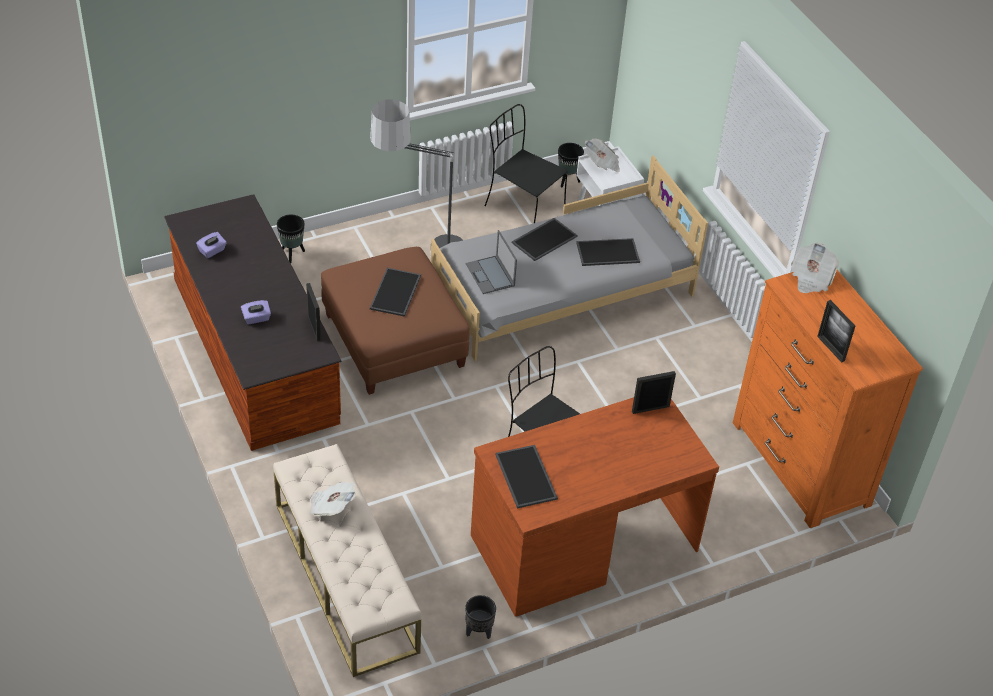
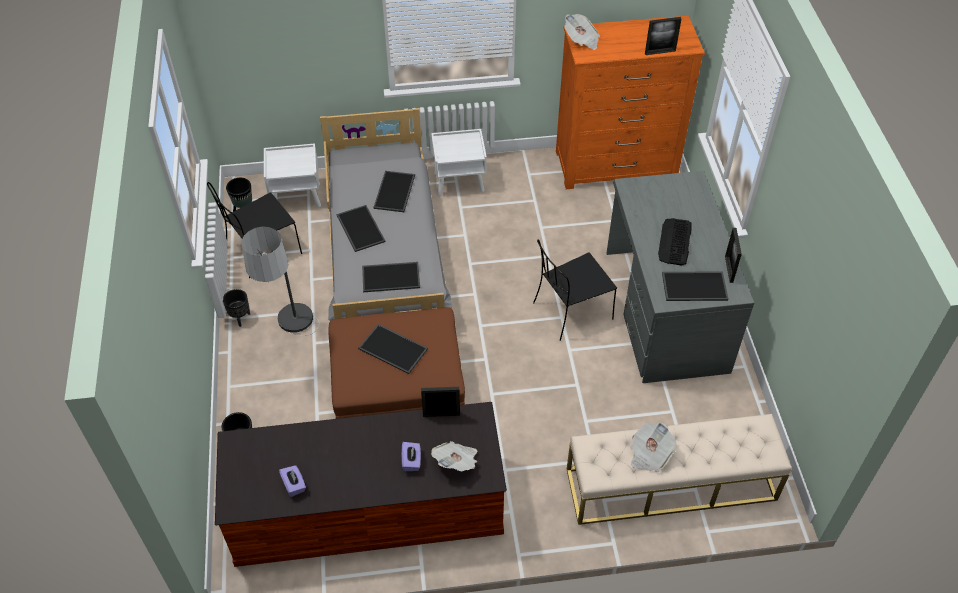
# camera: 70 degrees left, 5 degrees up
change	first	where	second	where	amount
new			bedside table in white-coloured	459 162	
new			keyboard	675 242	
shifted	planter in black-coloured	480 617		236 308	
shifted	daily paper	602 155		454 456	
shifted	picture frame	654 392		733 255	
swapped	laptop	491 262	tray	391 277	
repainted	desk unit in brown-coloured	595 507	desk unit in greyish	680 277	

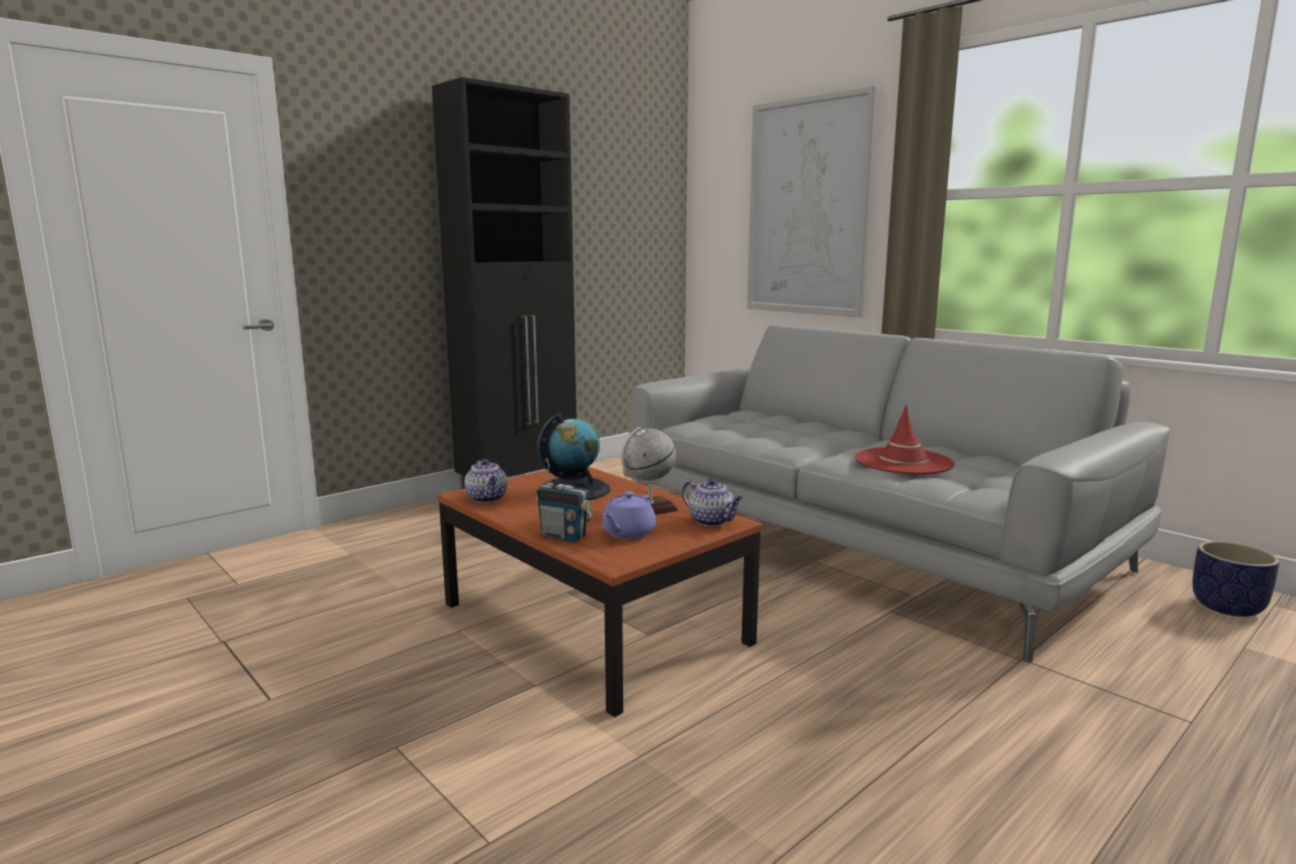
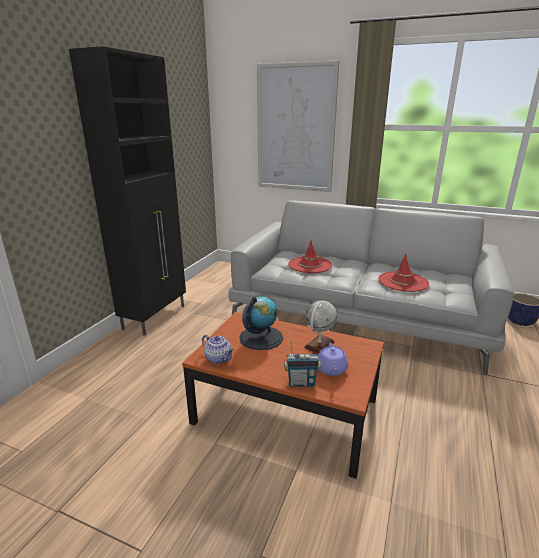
# camera: 25 degrees left, 10 degrees up
change	first	where	second	where	amount
gone	teapot	712 502			
new			hat in red	310 257	

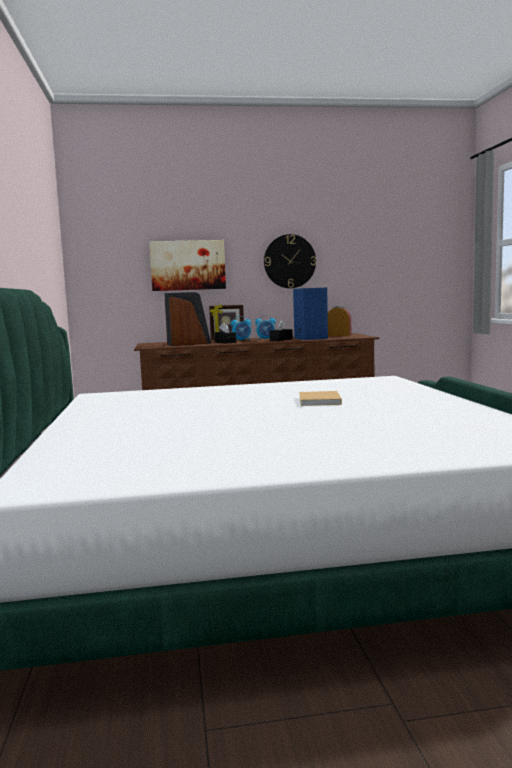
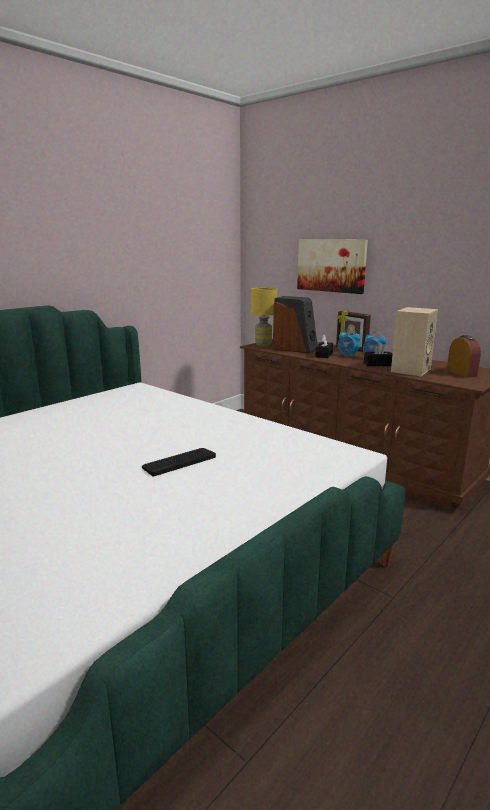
# camera: 50 degrees right, 10 degrees up
change	first	where	second	where	amount
gone	hanging clock	290 261			
new			tabletop lamp in yellowish	264 316	
swapped	book in beige	320 398	keyboard	179 462	
repainted	speaker in blue-coloured	310 314	speaker in beige	414 341	

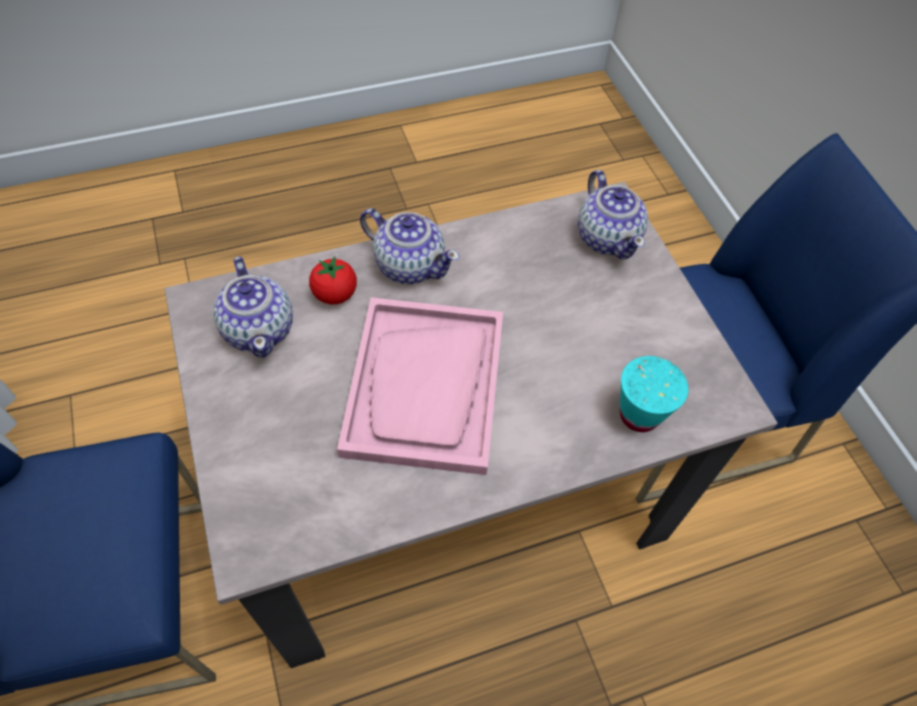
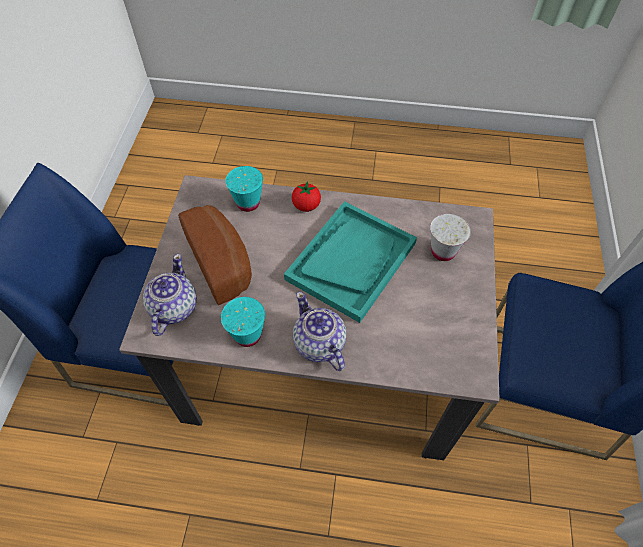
# camera: 150 degrees left, 0 degrees up
change	first	where	second	where	amount
gone	teapot	253 307			
new			bakery bread	215 255	
new			drinking cup in blue-green	243 322	
new			drinking cup in white-coloured	450 237	
shifted	whole tomato	333 280		306 196	
repainted	tray in pinkish	420 386	tray in blue-green	350 262	

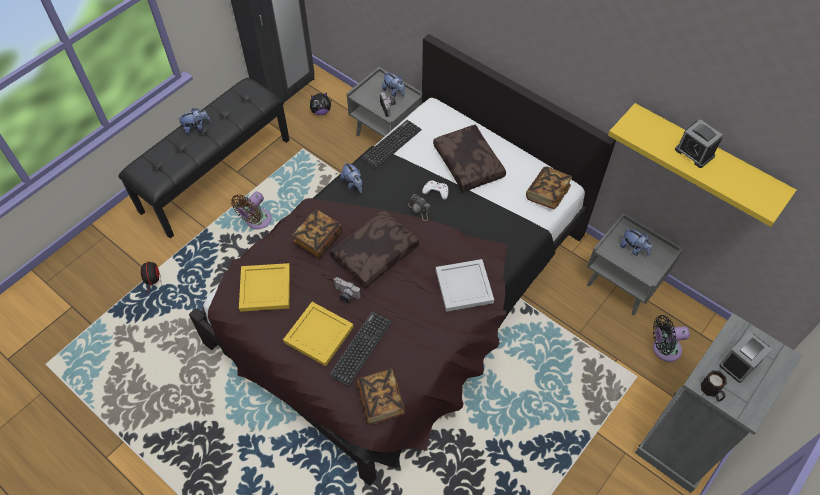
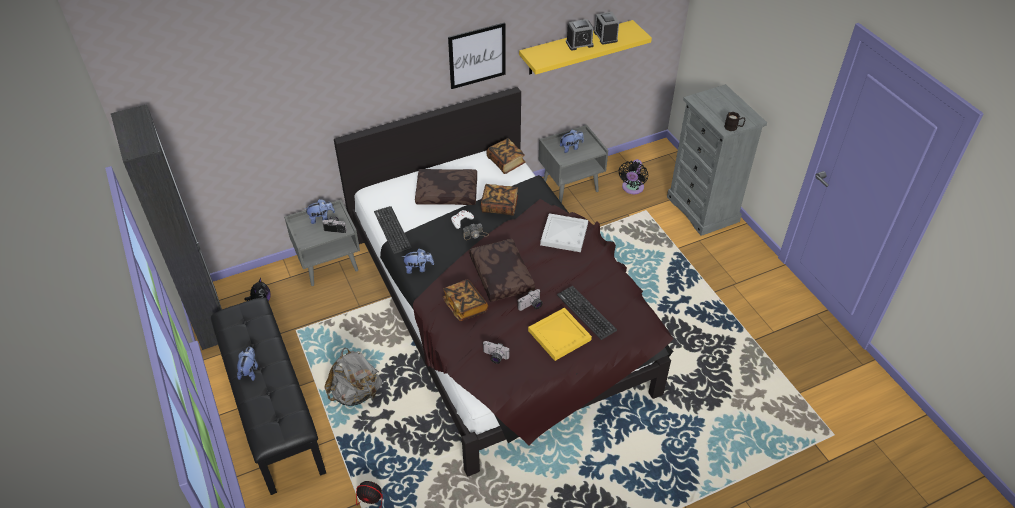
# camera: 65 degrees left, 10 degrees down
change	first	where	second	where	amount
new			wall art	477 55	
shifted	book	380 397		499 200	
shifted	table clock	745 357		606 28	
swapped	fan in brown-coloured	251 210	rucksack in greyish	353 376	
swapped	tray in yellowish	264 287	still camera	496 352	

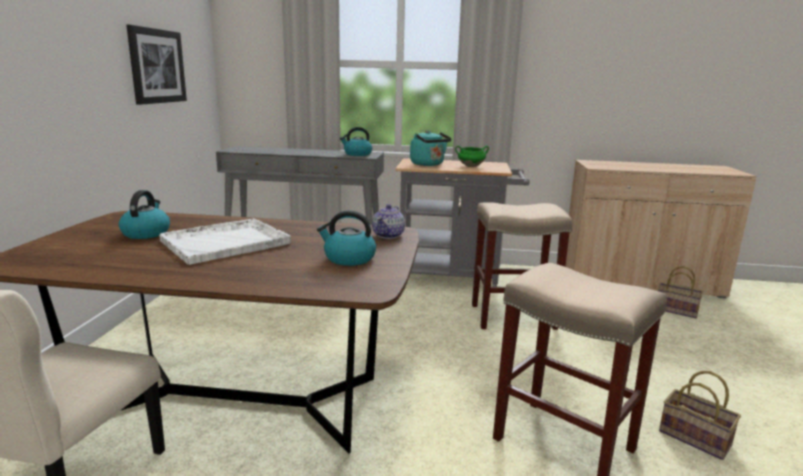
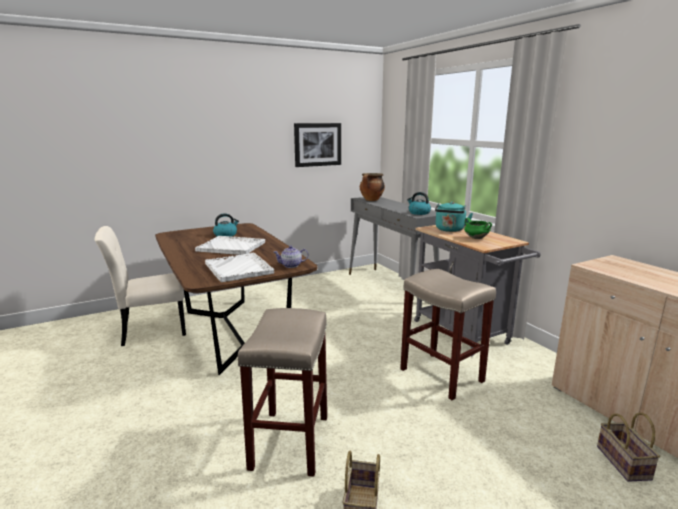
# camera: 55 degrees right, 0 degrees up
change	first	where	second	where	amount
new			stockpot	372 187	
swapped	kettle	346 238	tray in white-coloured	239 267	

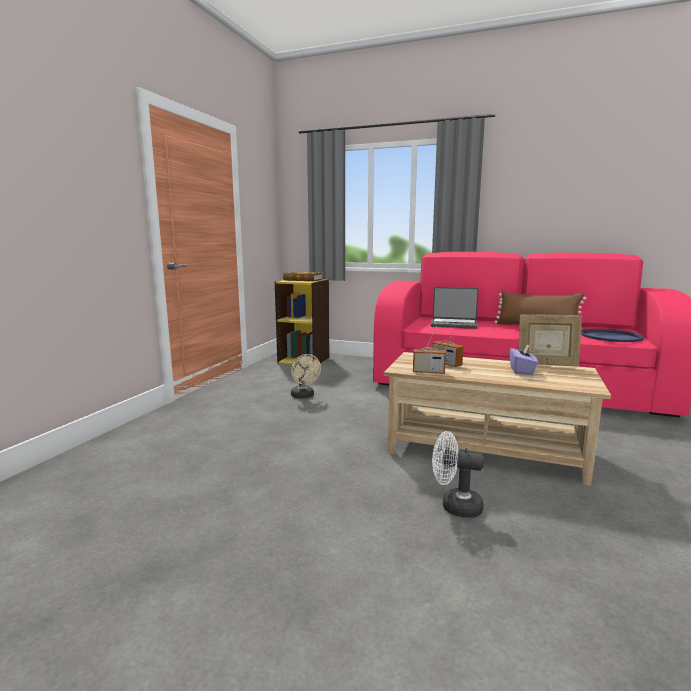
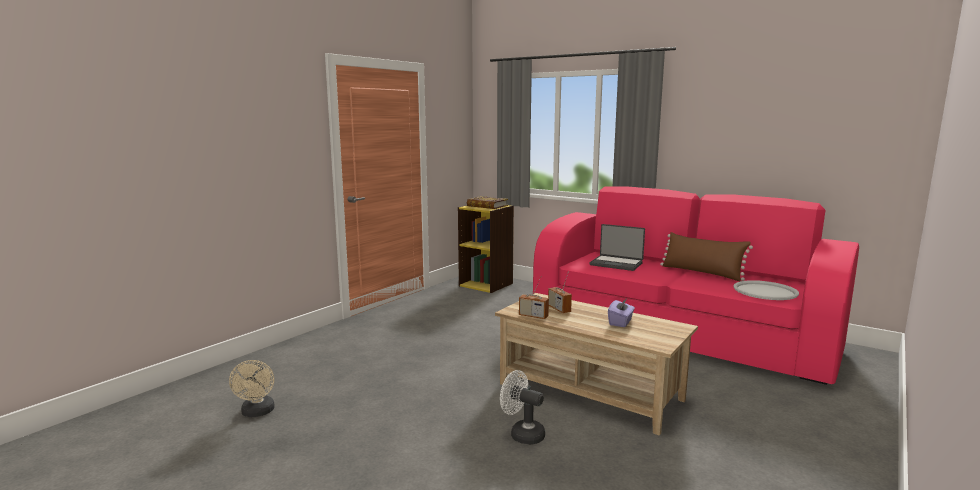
# camera: 15 degrees right, 0 degrees up
change	first	where	second	where	amount
gone	picture frame	550 340			
shifted	fan in beige	306 376		252 388	
repainted	tray in blue-coloured	612 335	tray in white-coloured	766 290	

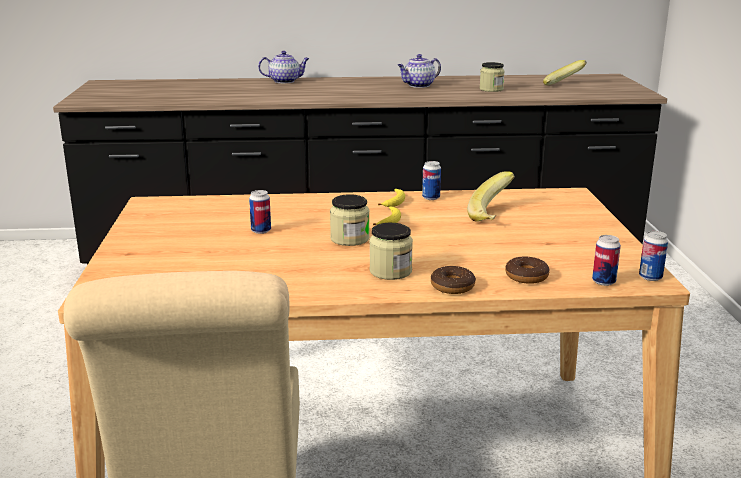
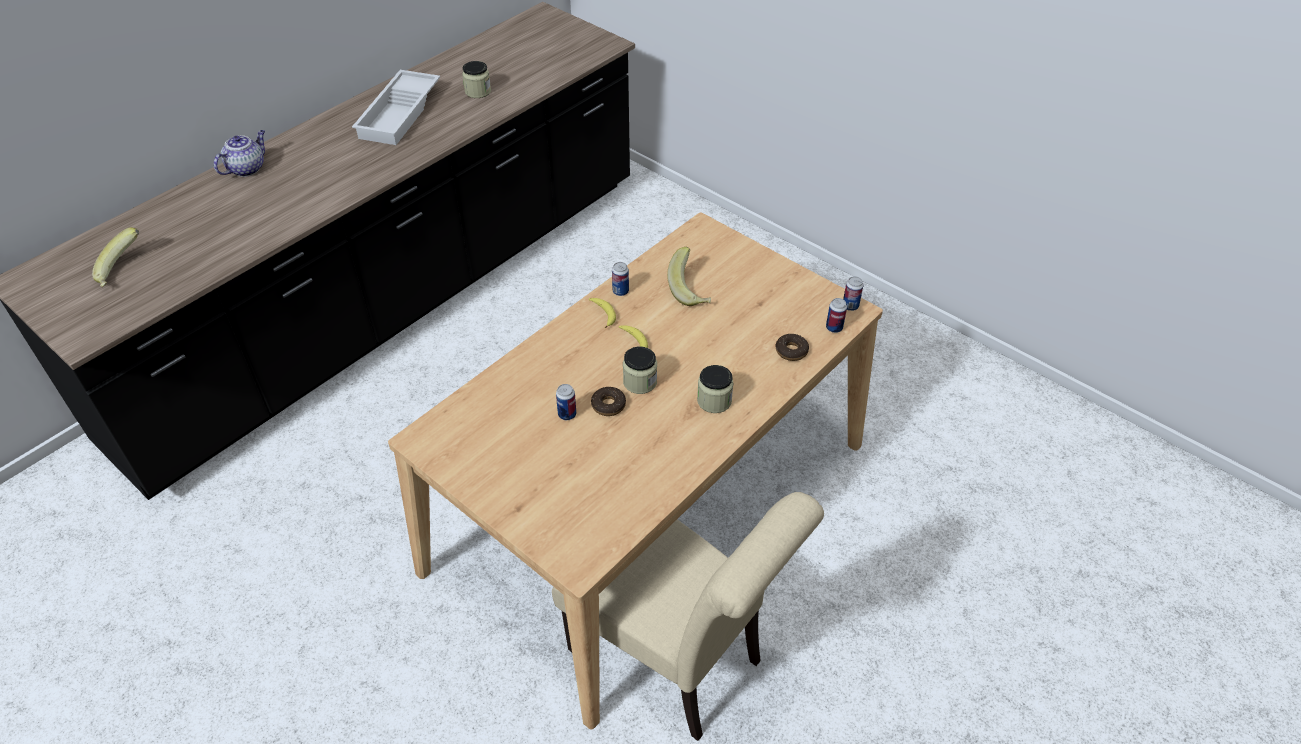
# camera: 45 degrees left, 25 degrees up
change	first	where	second	where	amount
shifted	ring doughnut	453 280		608 401	
shifted	whole banana	565 72		115 257	
swapped	teapot	419 71	tray in white-coloured	396 107	

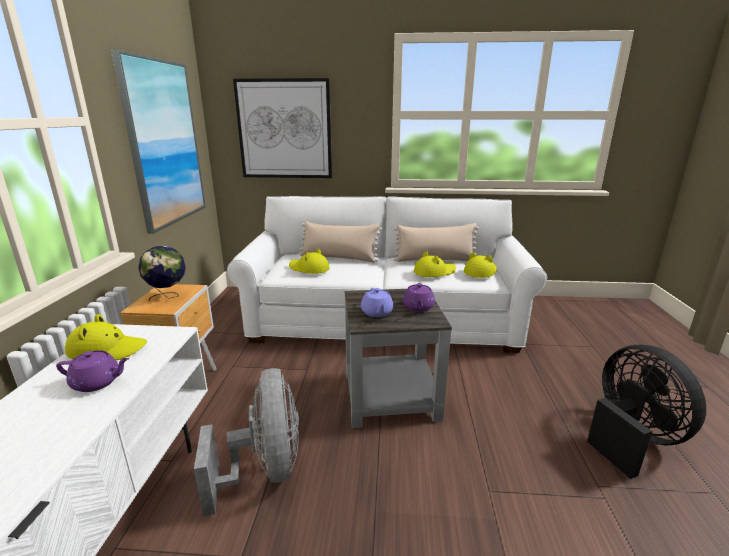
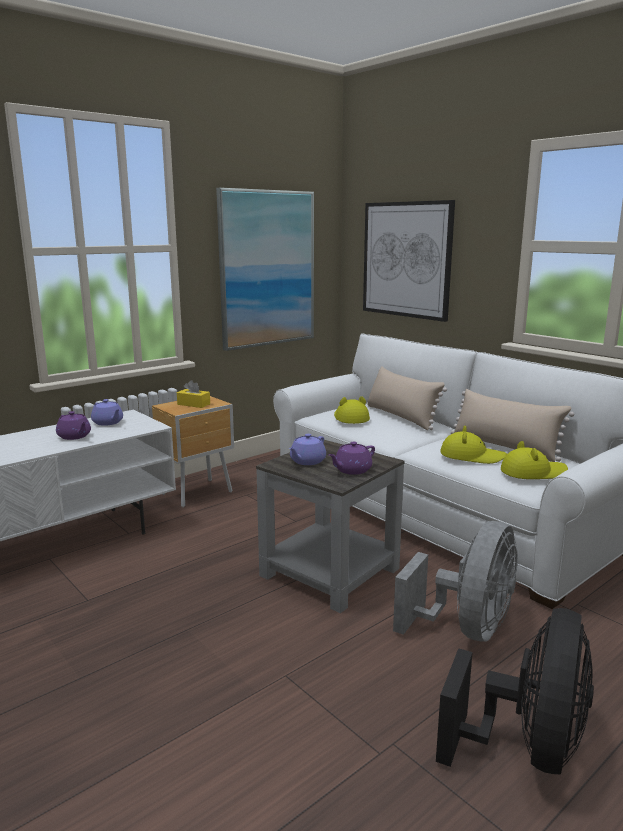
# camera: 45 degrees right, 5 degrees down
change	first	where	second	where	amount
shifted	fan in greyish	246 442		455 581	
swapped	hat in yellowish	106 337	teapot in purplish	107 412	
swapped	desk globe	162 273	tissue holder in yellowish	193 394	

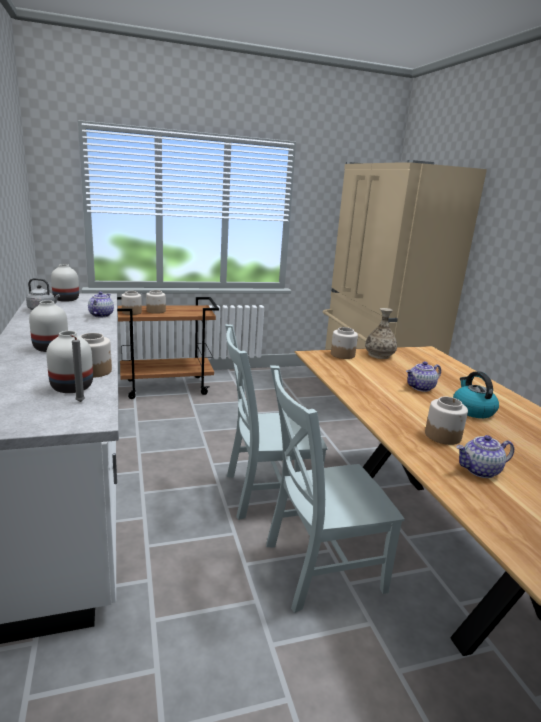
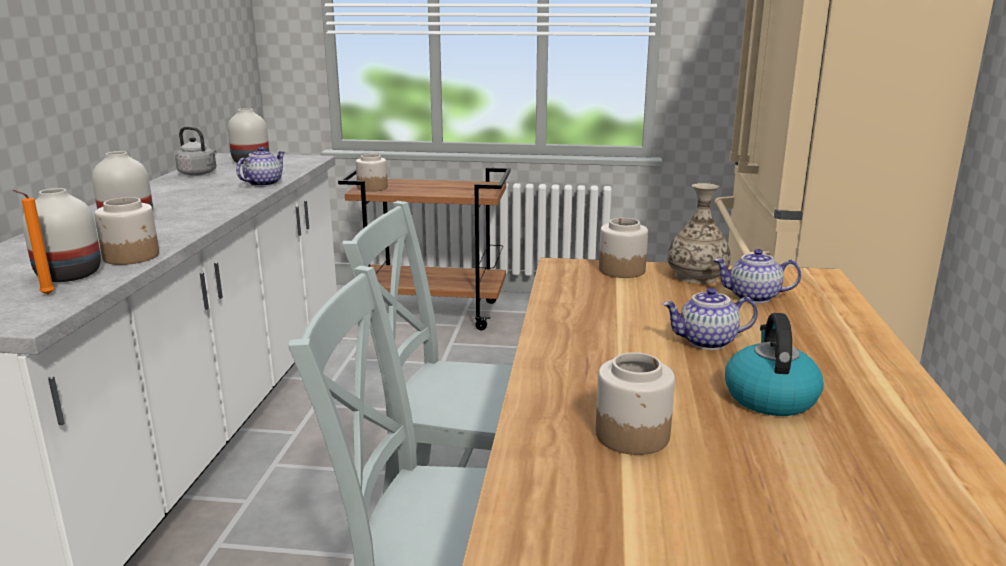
# camera: 25 degrees right, 0 degrees up
change	first	where	second	where	amount
gone	preserve jar	156 302			
shifted	teapot	485 456		757 276	
repainted	candle in greyish	77 368	candle in orangey	34 242	

